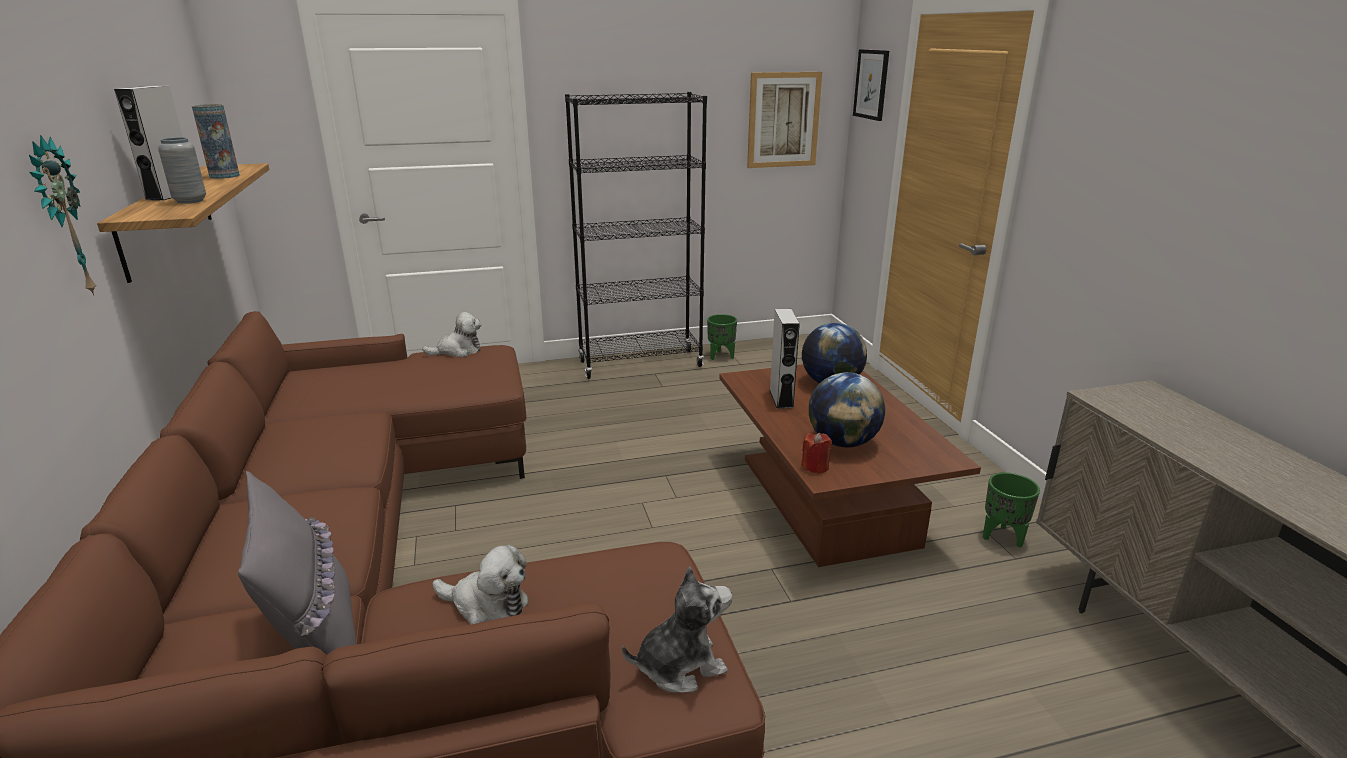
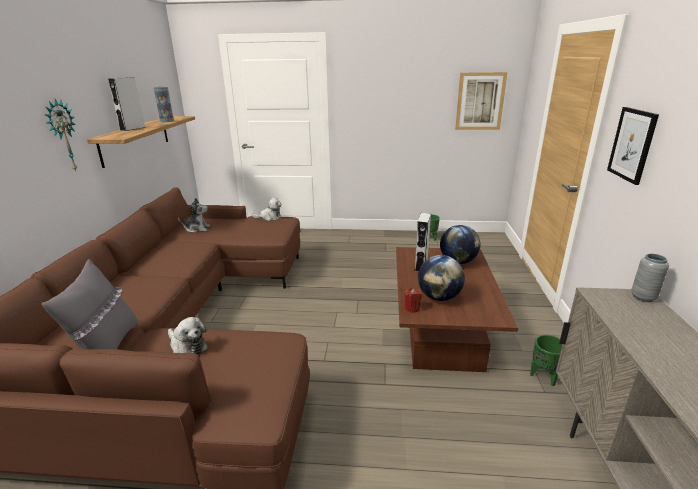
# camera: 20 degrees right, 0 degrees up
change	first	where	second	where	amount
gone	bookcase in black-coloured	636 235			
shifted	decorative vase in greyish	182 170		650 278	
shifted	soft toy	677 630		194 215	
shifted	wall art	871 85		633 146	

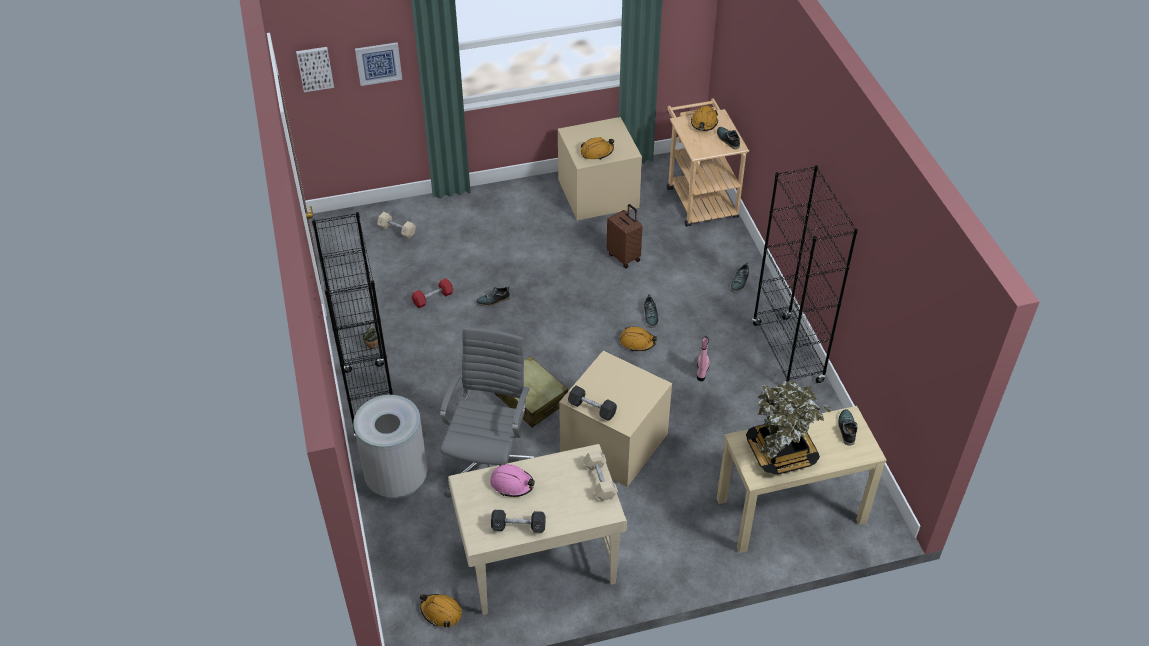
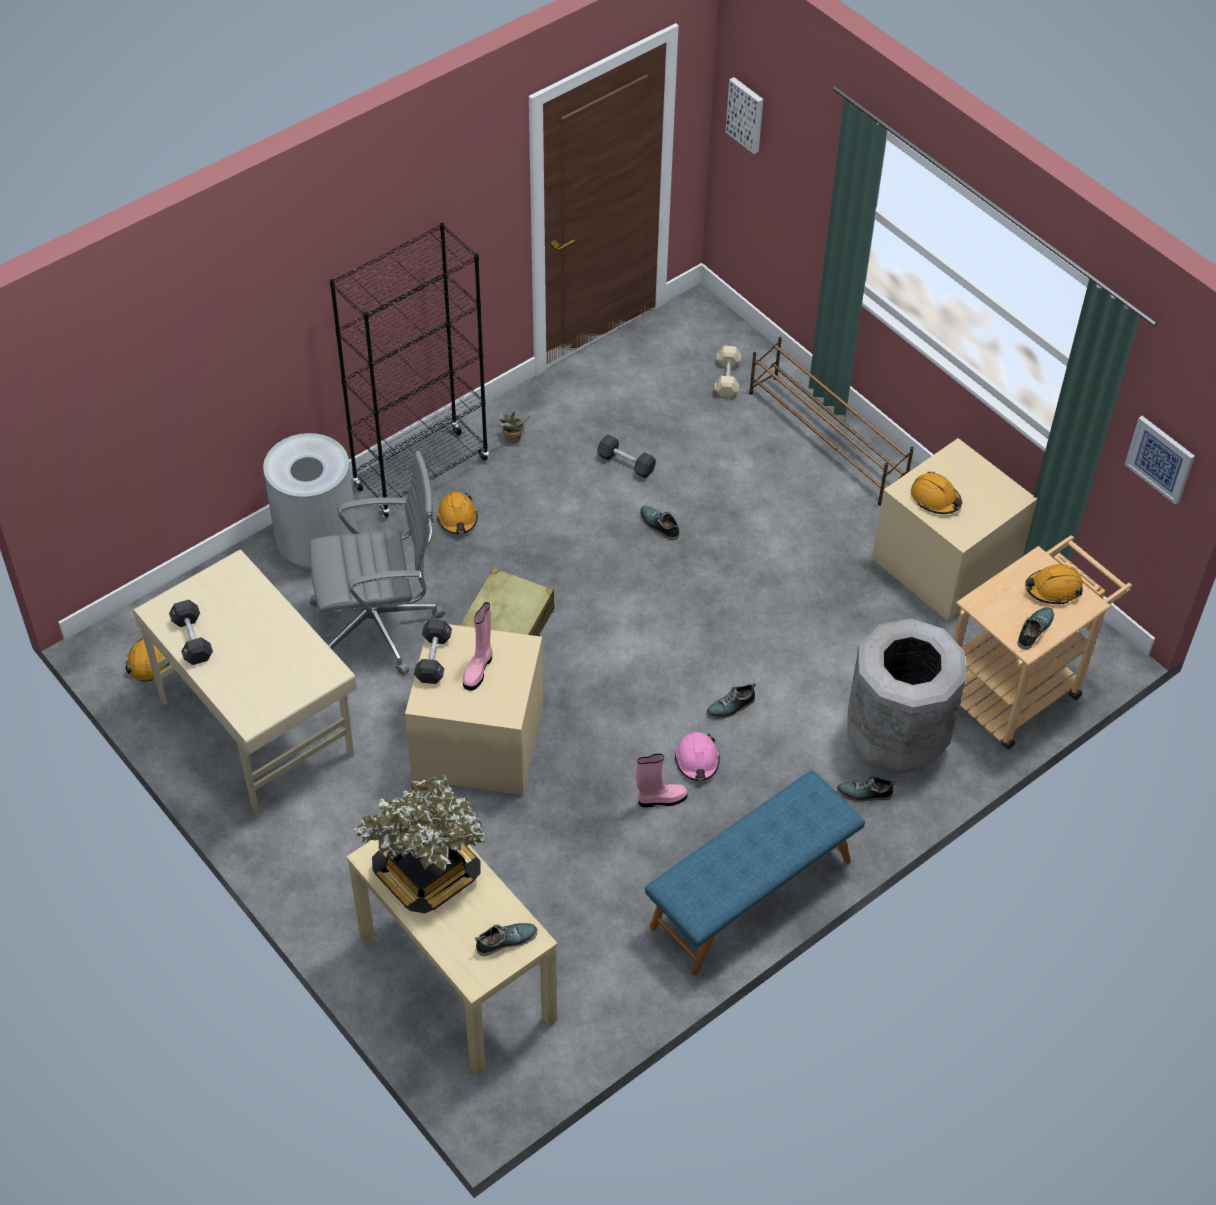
# camera: 65 degrees right, 5 degrees up
change	first	where	second	where	amount
gone	free weight in beige	600 475			
gone	travel case in brown-coloured	625 236			
new			boot in pinkish	477 646	
new			shoe shelf in brown-coloured	831 421	
new			rubbish bin in greyish	907 696	
shifted	wall art	378 64		1160 460	
shifted	hard hat in pinkish	512 480		697 756	
shifted	hard hat in orangey	638 339		457 513	
swapped	bookcase in black-coloured	805 274	long seat in blue-coloured	755 873	
repainted	free weight in red	432 293	free weight in black-coloured	626 456	

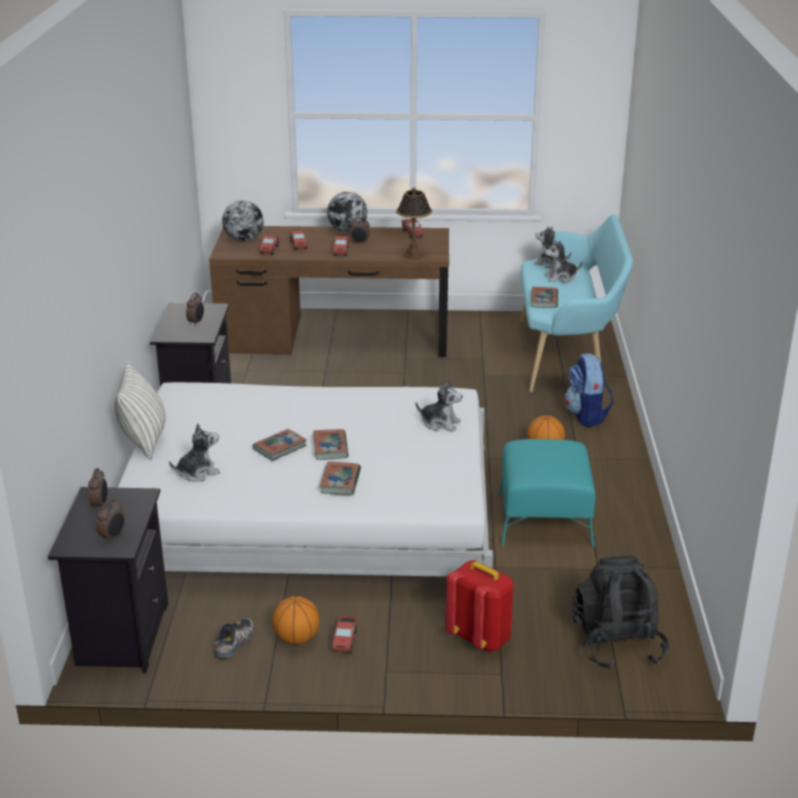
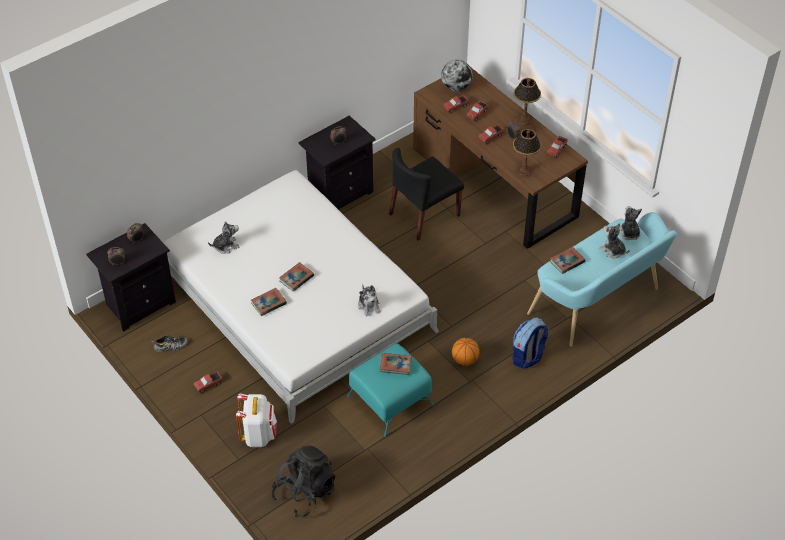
# camera: 50 degrees right, 20 degrees up
change	first	where	second	where	amount
gone	pillow	140 410			
gone	basketball ball	296 620			
new			plain chair in black-coloured	426 194	
shifted	book	280 445		396 364	
swapped	desk globe	347 212	tabletop lamp	527 102	
repainted	rucksack in red	480 606	rucksack in white-coloured	256 420	
rotated	soft toy	194 452		223 237	45 degrees counterclockwise

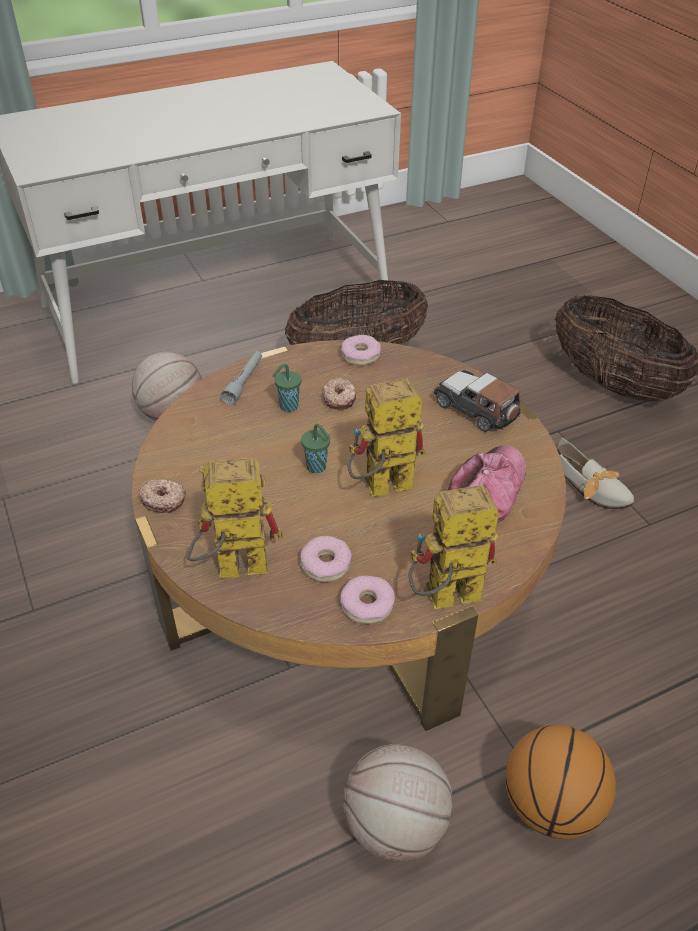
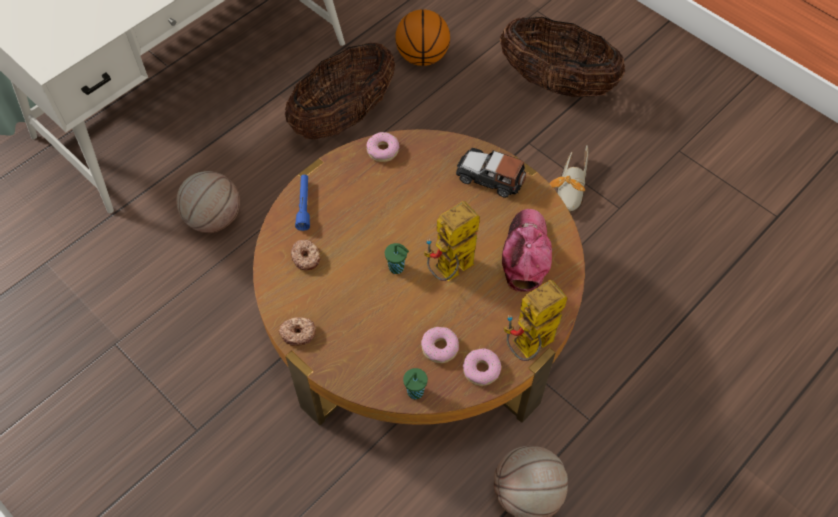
# camera: 20 degrees left, 15 degrees up
change	first	where	second	where	amount
gone	toy robot	235 518			
shifted	drinking cup in greenish	286 388		415 383	
shifted	ring doughnut	339 394		305 255	
shifted	basketball ball	560 782		422 37	
repainted	hand torch in greyish	241 378	hand torch in blue-coloured	302 203	
rotated	shoe	596 473		568 178	75 degrees clockwise

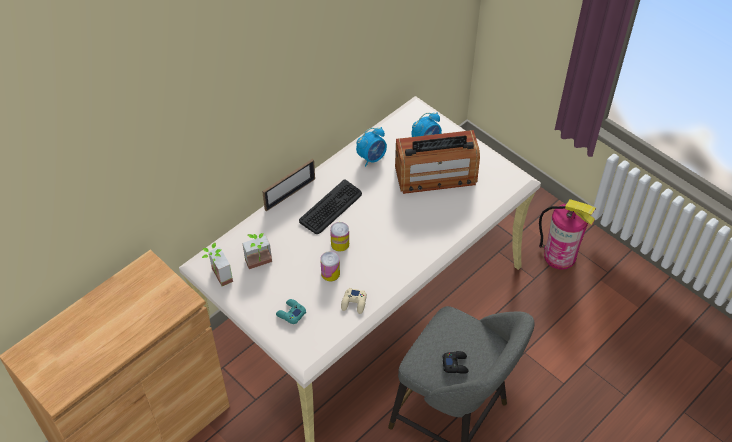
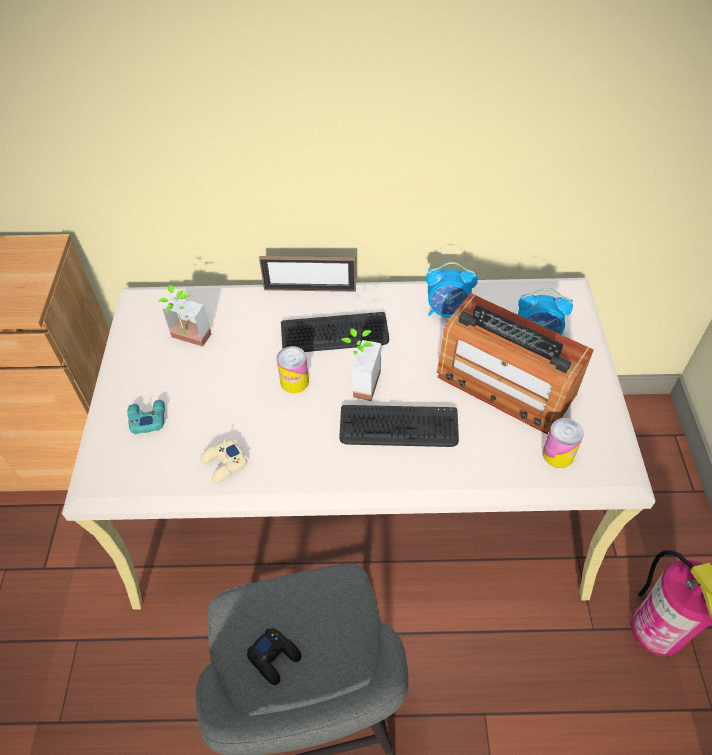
# camera: 45 degrees right, 0 degrees up
change	first	where	second	where	amount
new			keyboard	399 426	
shifted	houseplant	217 264		361 364	
shifted	can	330 266		563 443	

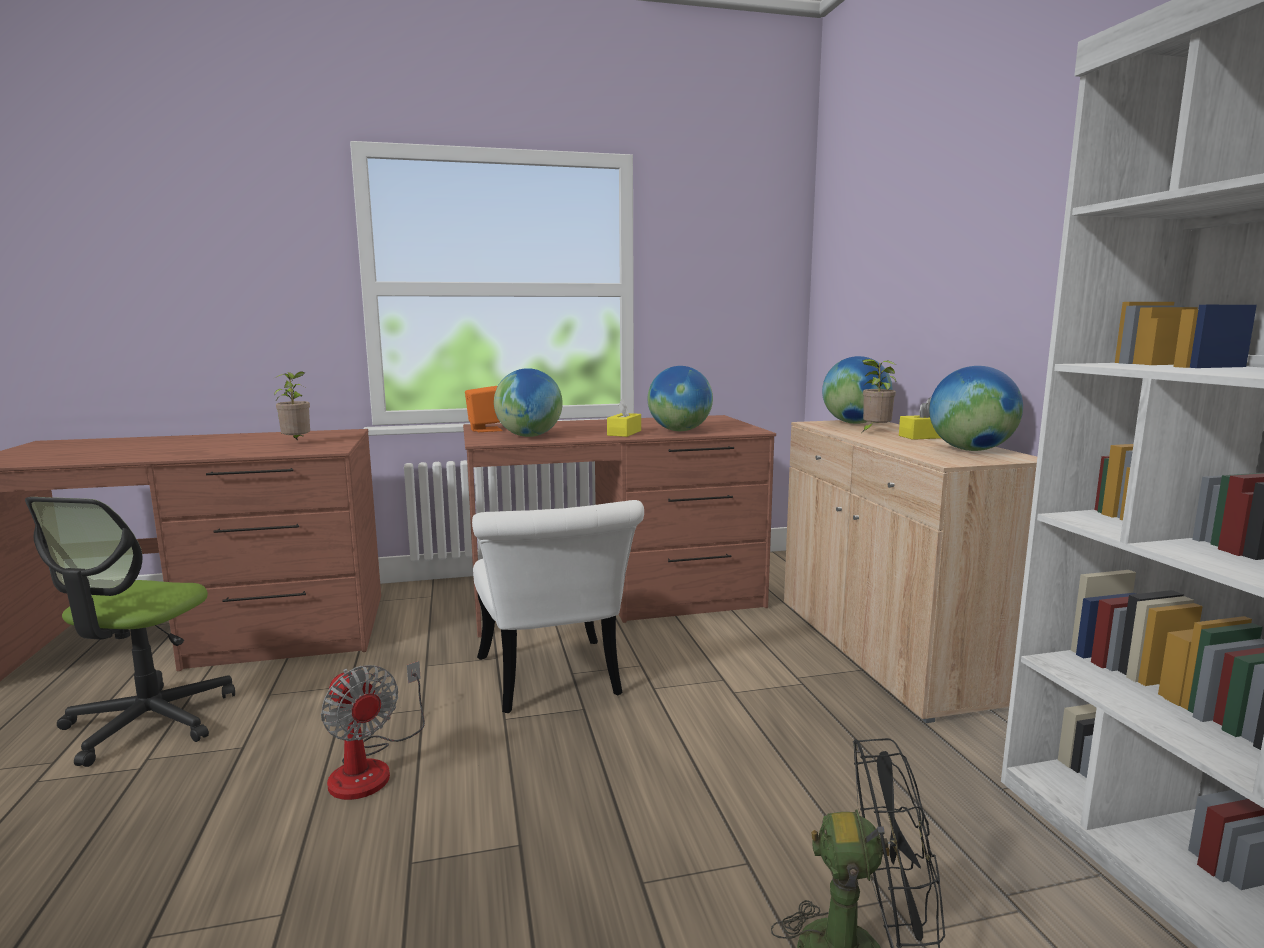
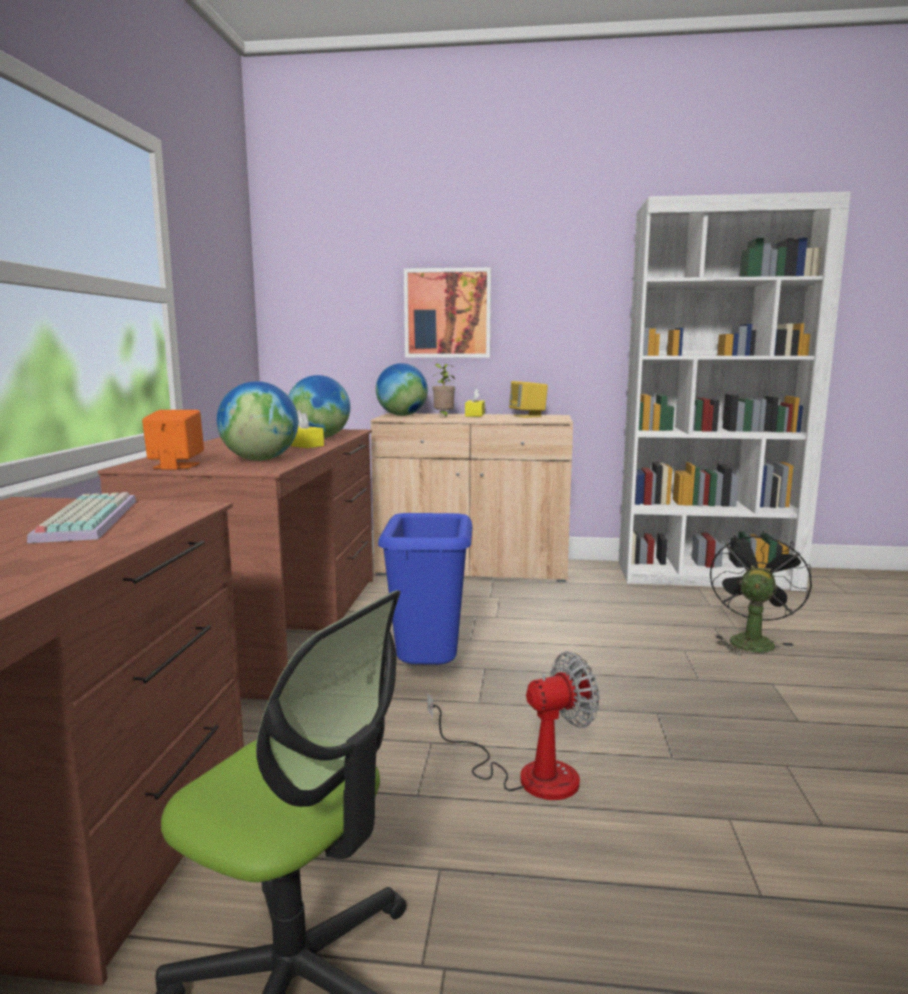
# camera: 70 degrees left, 0 degrees up
change	first	where	second	where	amount
new			wall art	447 312	
swapped	houseplant	292 406	keyboard	81 517	
swapped	plain chair in white-coloured	558 606	rubbish bin in blue-coloured	425 589	
swapped	desk globe	976 408	speaker in yellowish	528 399	

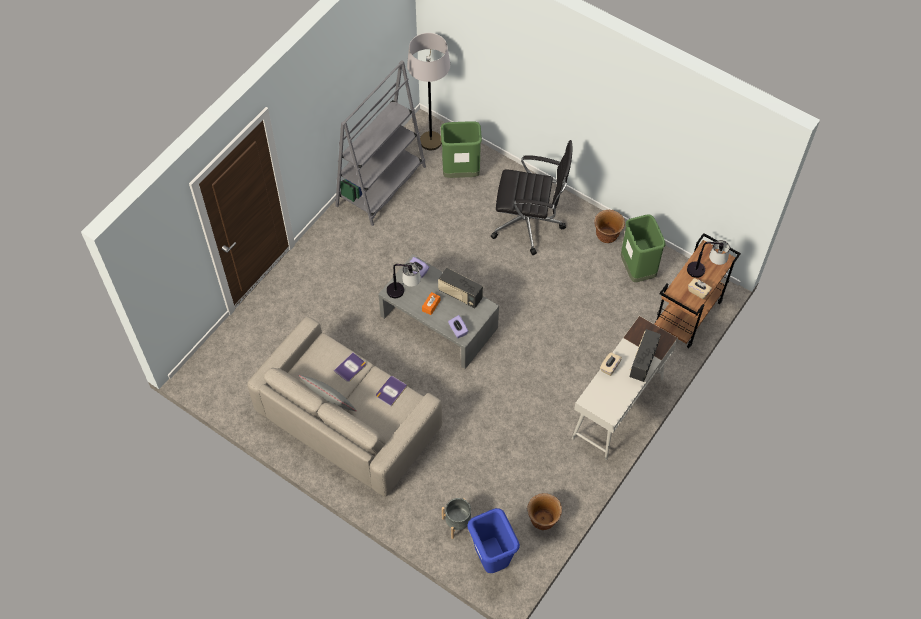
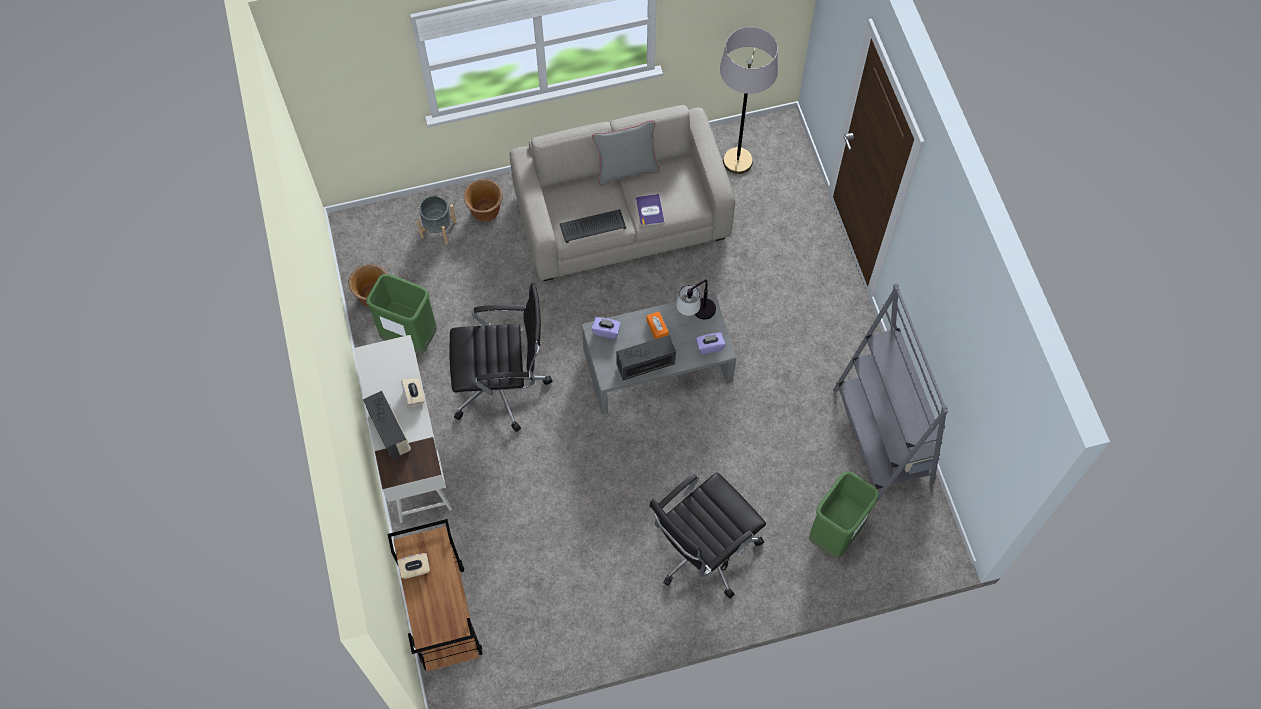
# camera: 130 degrees right, 5 degrees up
change	first	where	second	where	amount
gone	rubbish bin in blue-coloured	493 540			
gone	tabletop lamp	708 259			
new			computer chair in black-coloured	501 357	
shifted	standard lamp in greyish	428 91		749 100	
shifted	planter in brown-coloured	610 226		483 200	
shifted	rubbish bin in greenish	643 248		401 314	
swapped	book	391 391	keyboard	593 226	

